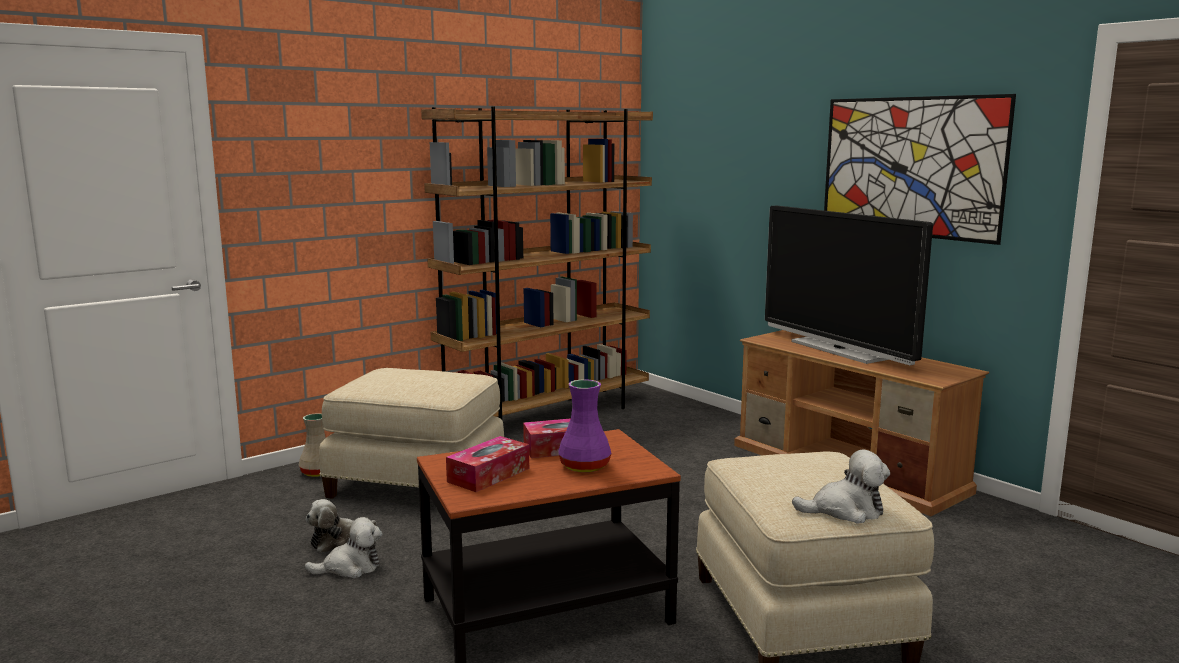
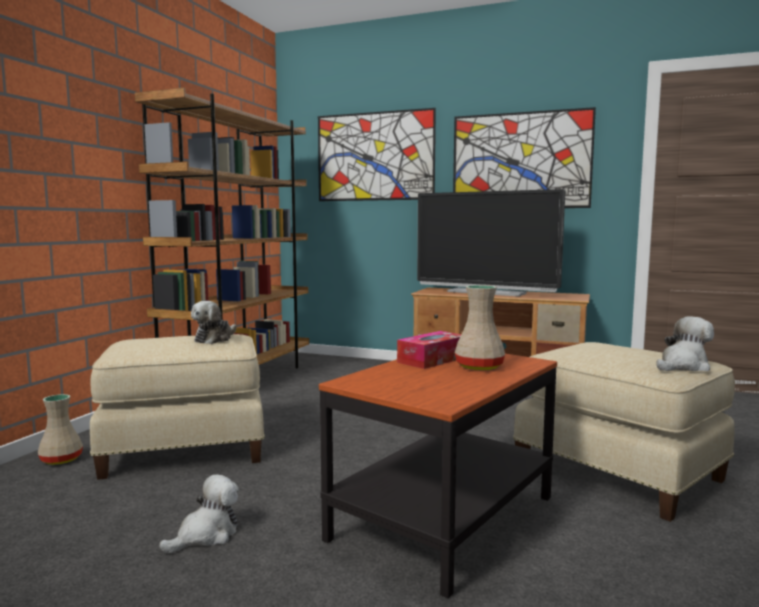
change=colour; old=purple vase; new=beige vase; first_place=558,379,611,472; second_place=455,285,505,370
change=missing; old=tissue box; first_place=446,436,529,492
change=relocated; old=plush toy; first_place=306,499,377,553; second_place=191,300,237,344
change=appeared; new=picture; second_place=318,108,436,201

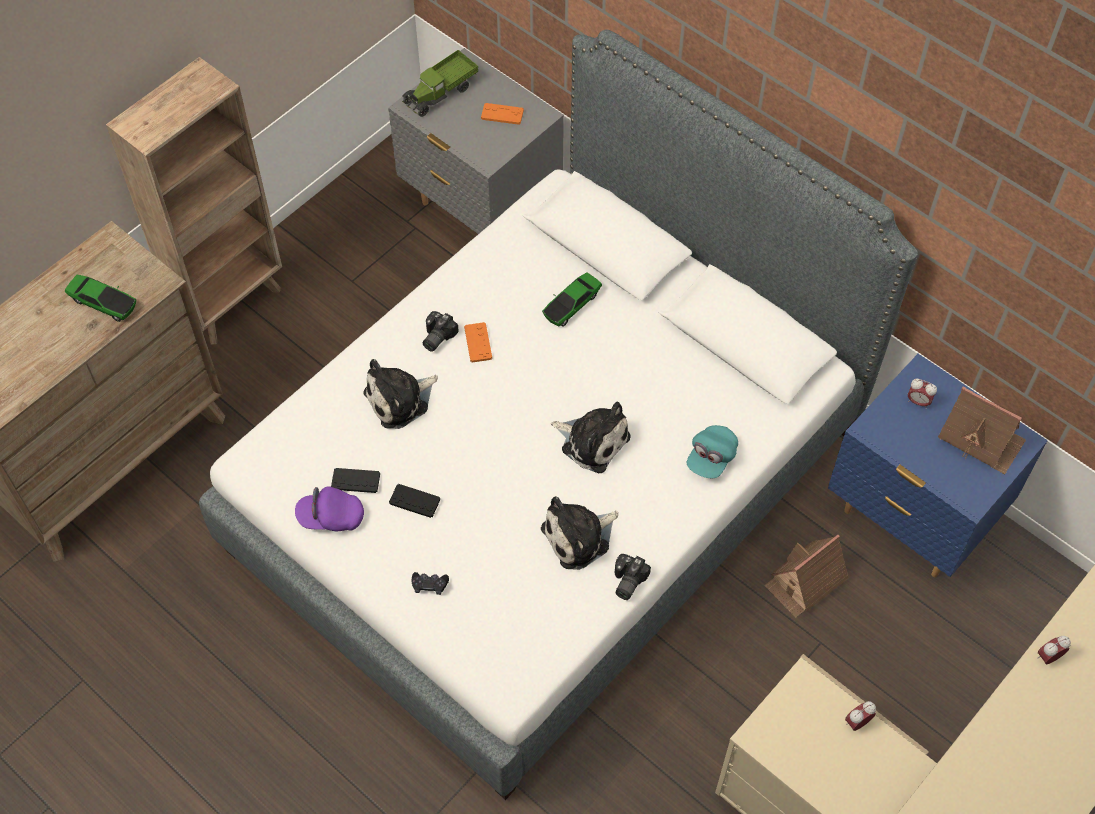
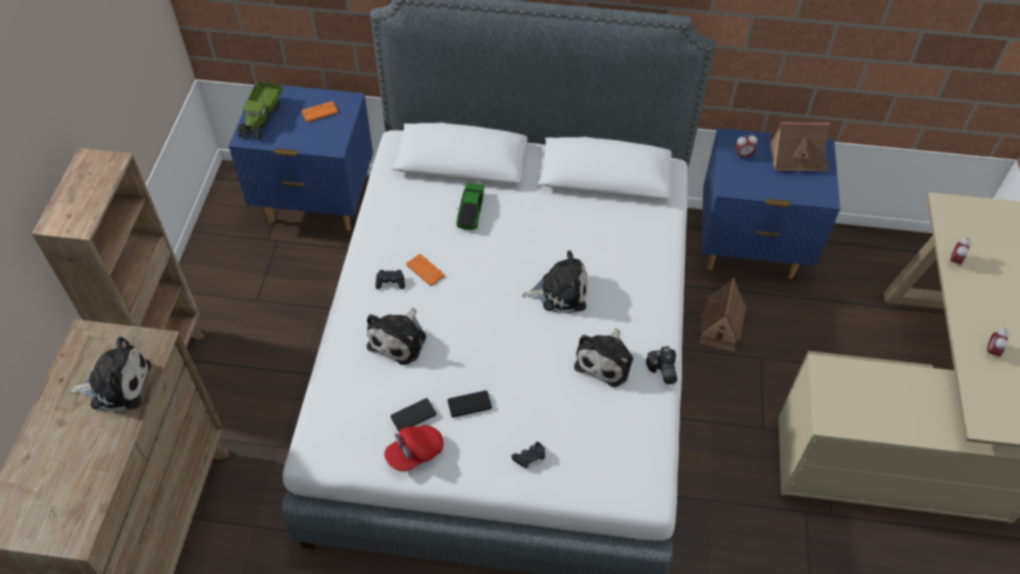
change=colour; old=grey nightstand; new=blue nightstand; first_place=388,48,564,234; second_place=228,83,373,231
change=exchanged; old=toy car; new=plush toy; first_place=65,274,136,322; second_place=69,337,151,412
change=exchanged; old=photo camera; new=black game controller; first_place=423,311,459,352; second_place=375,270,405,289
change=missing; old=turquoise cap; first_place=687,425,738,478
change=colour; old=purple cap; new=red cap; first_place=295,486,364,531; second_place=384,425,444,472
change=relocated; old=alarm clock; first_place=845,701,876,731; second_place=987,328,1009,357

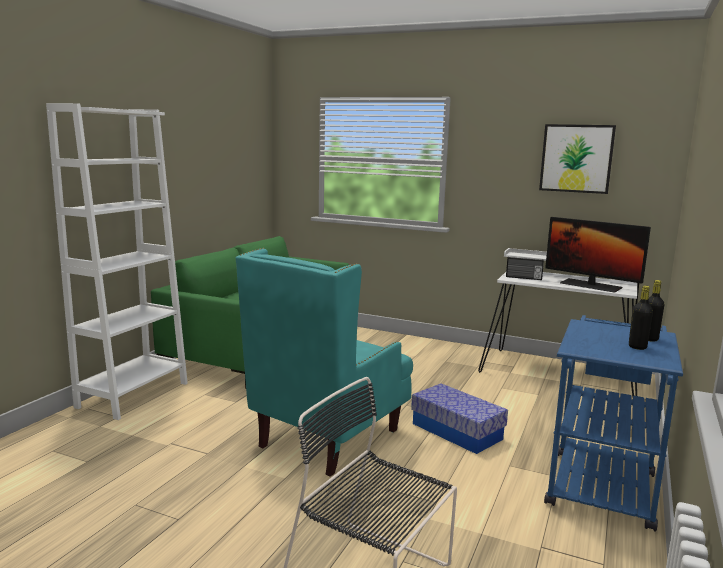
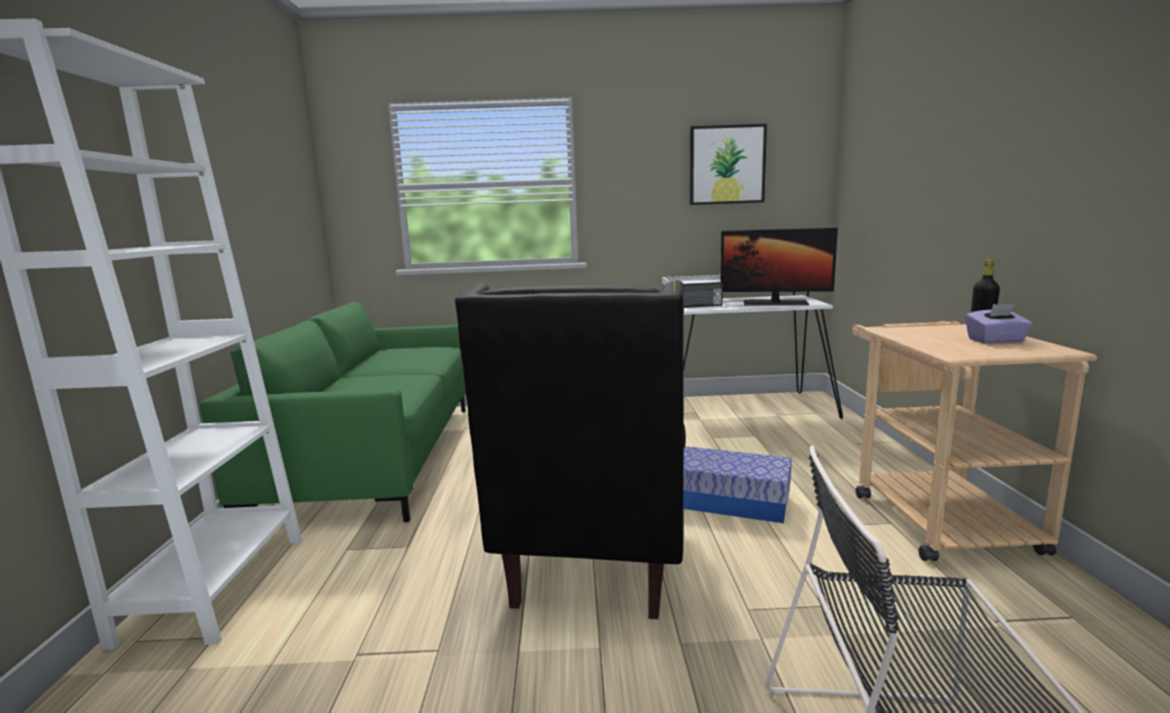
change=colour; old=turquoise armchair; new=black armchair; first_place=236,248,413,477; second_place=455,279,686,619
change=exchanged; old=black bottle; new=purple tissue box; first_place=629,285,653,350; second_place=965,304,1033,344
change=colour; old=blue cart; new=beige cart; first_place=544,315,683,532; second_place=852,321,1097,561

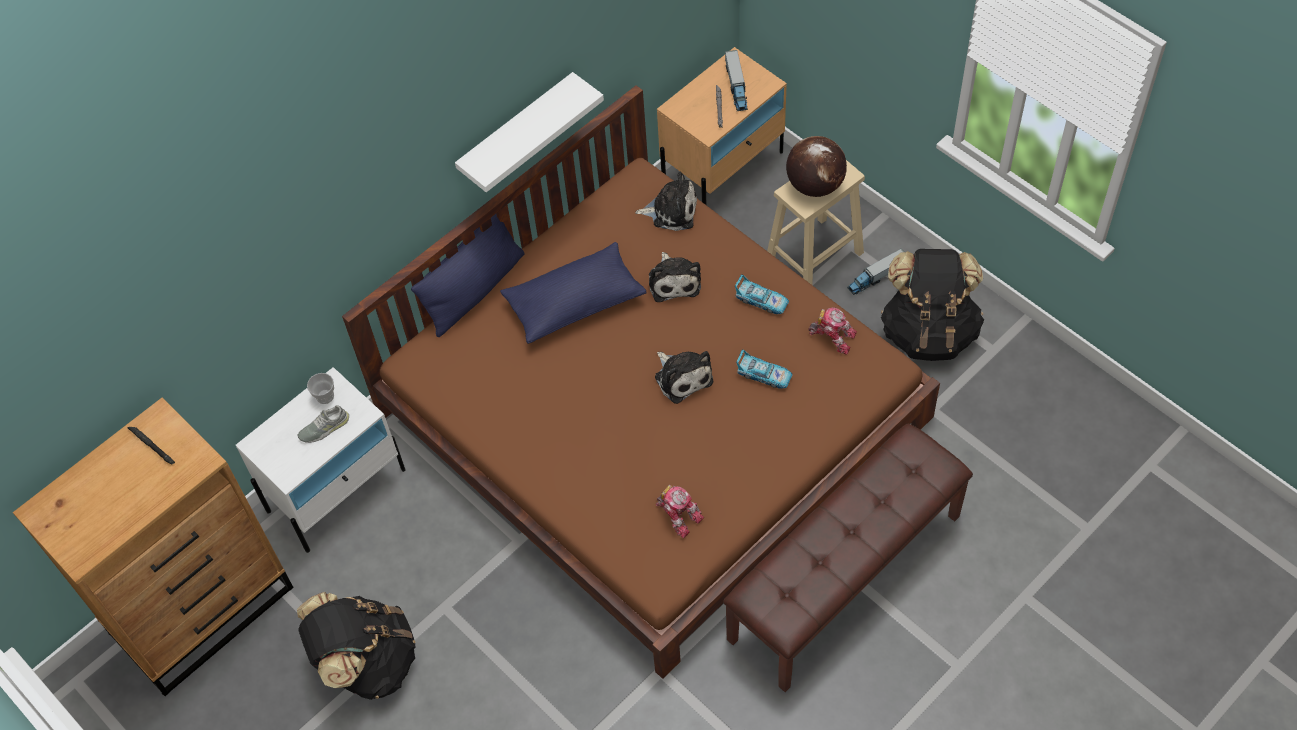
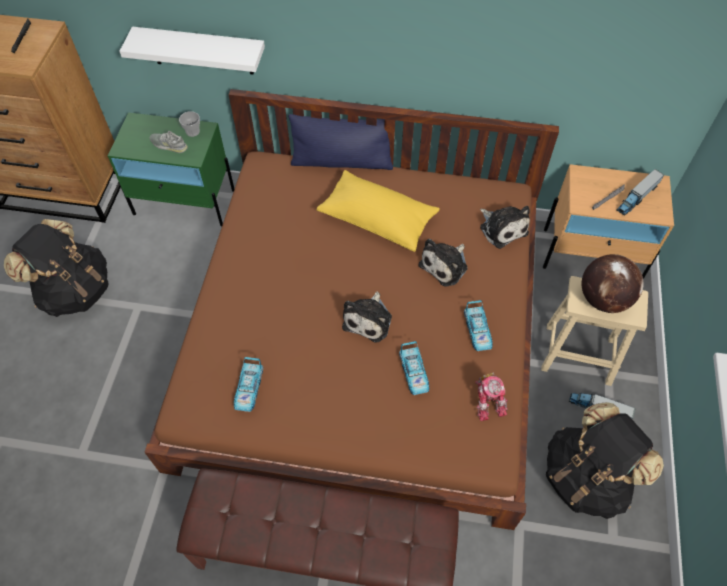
change=relocated; old=white shelf; first_place=455,72,604,192; second_place=119,27,265,74
change=colour; old=blue pillow; new=yellow pillow; first_place=500,242,647,344; second_place=316,170,440,252
change=colour; old=white nightstand; new=green nightstand; first_place=236,367,405,553; second_place=108,112,234,226
change=exchanged; old=toy robot; new=toy car; first_place=656,484,704,538; second_place=234,357,264,412

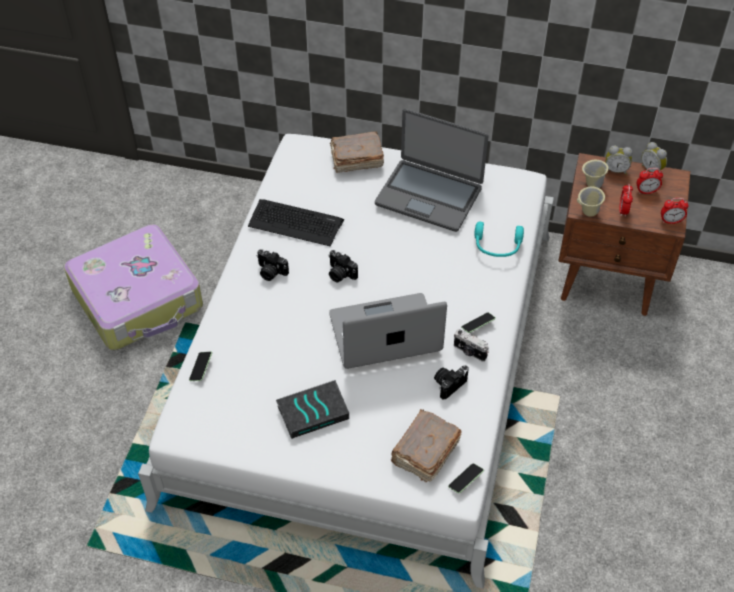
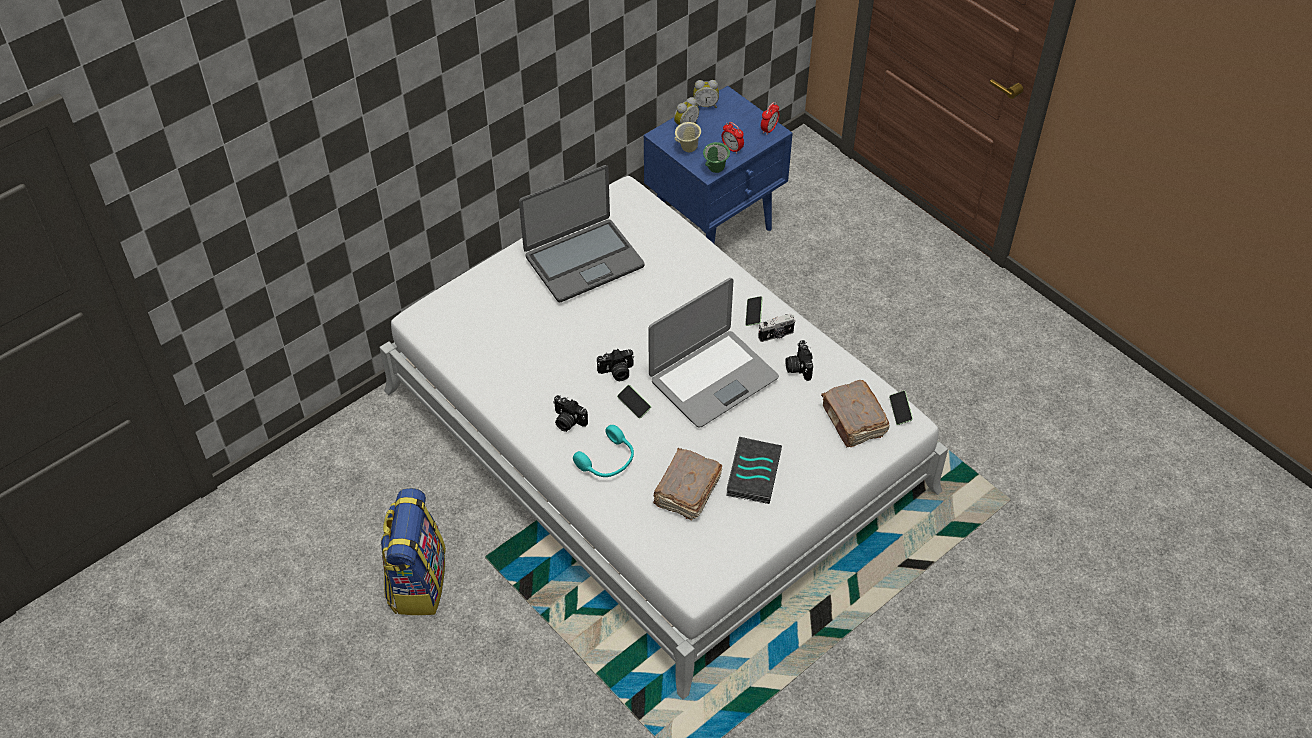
change=relocated; old=brown book; first_place=330,131,384,173; second_place=653,448,722,520
change=colour; old=brown nightstand; new=blue nightstand; first_place=558,153,690,316; second_place=644,86,793,244
change=missing; old=alarm clock; first_place=636,168,663,194
change=colour; old=beige mug; new=green mug; first_place=577,186,605,217; second_place=703,142,730,173
change=missing; old=keyboard; first_place=248,199,344,246
change=relocated; old=turquoise headphones; first_place=475,222,524,257; second_place=573,425,634,477
change=exchanged; old=suitcase; new=backpack; first_place=64,224,203,350; second_place=380,488,446,615
change=spun; old=photo camera; first_place=257,249,289,281; second_place=553,395,588,432; degrees=60
change=spun; old=laptop; first_place=329,293,447,369; second_place=648,278,779,428; degrees=-150
change=relocated; old=phone; first_place=189,352,212,381; second_place=617,385,651,419

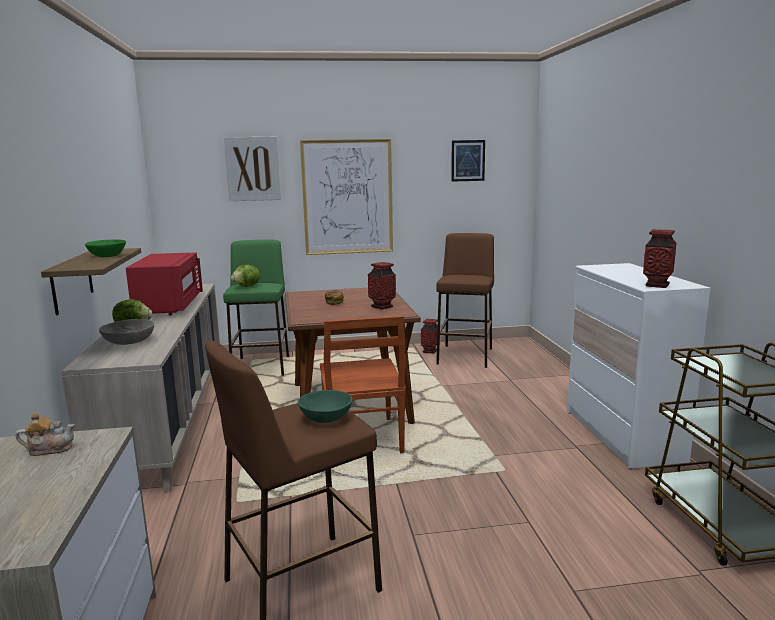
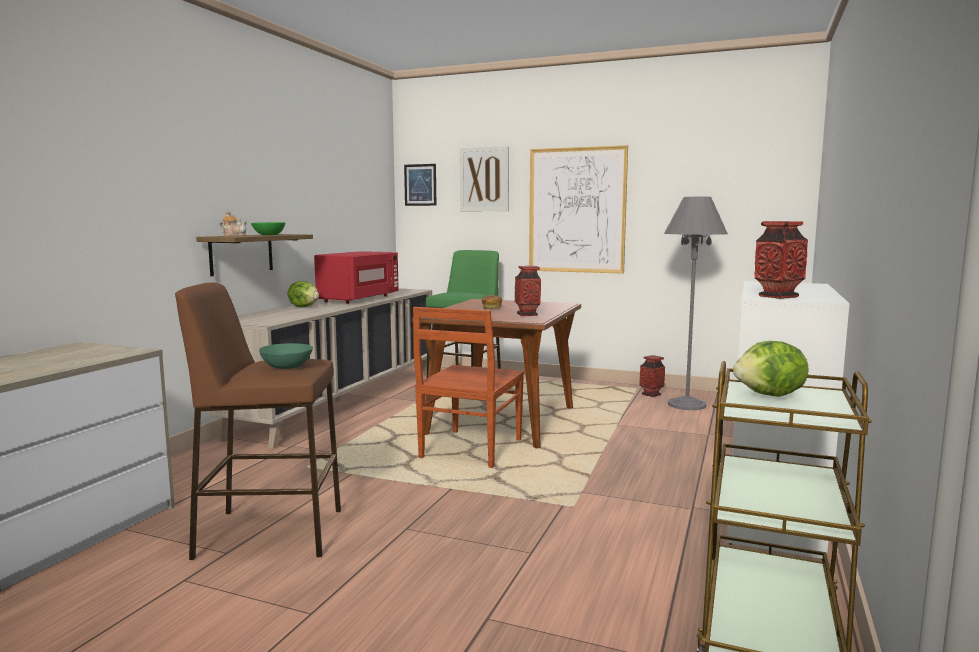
change=relocated; old=picture; first_place=451,140,485,182; second_place=404,164,436,206
change=exchanged; old=brown stool; new=grey floor lamp; first_place=436,233,494,368; second_place=664,197,728,410
change=relocated; old=lettuce; first_place=231,265,260,287; second_place=733,341,809,397
change=missing; old=grey bowl; first_place=99,319,154,345
change=relocated; old=teapot; first_place=15,412,75,456; second_place=219,211,247,236

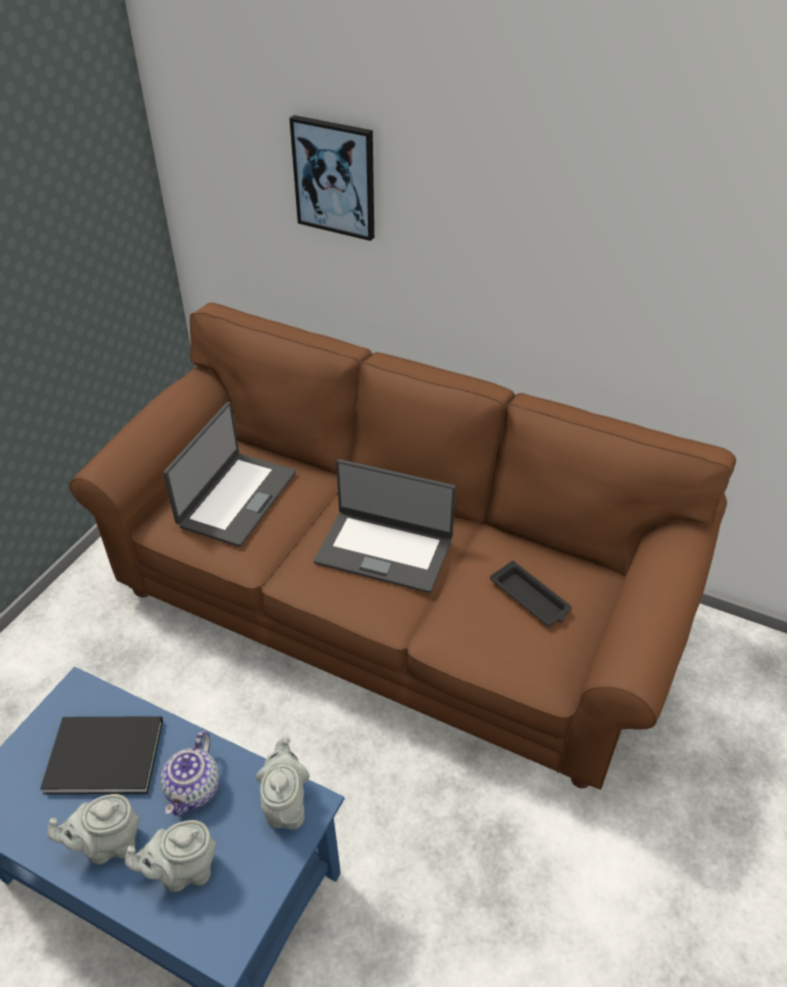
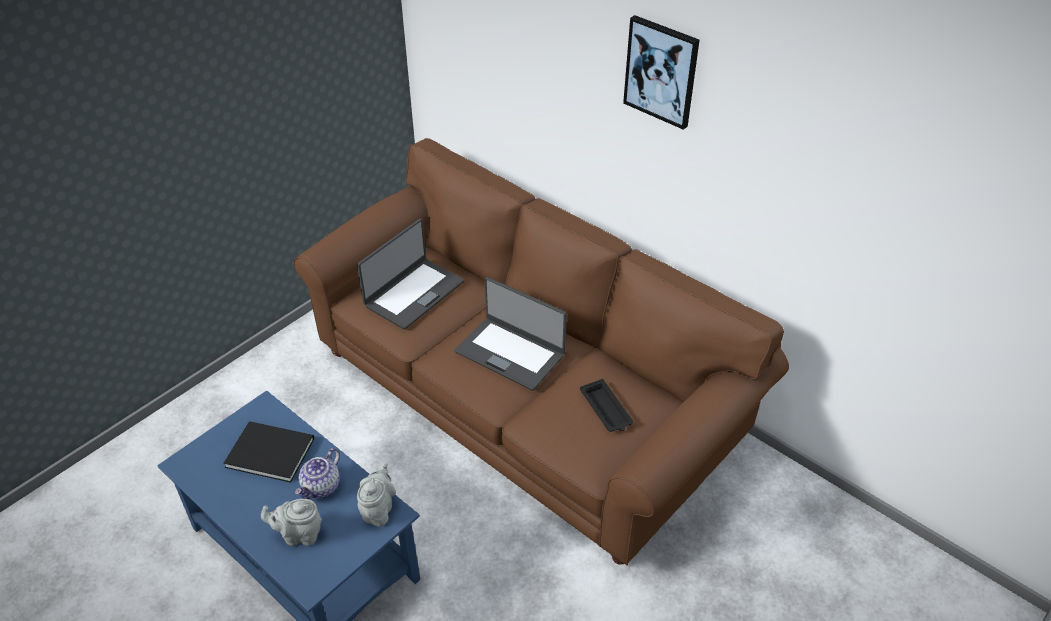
change=relocated; old=picture; first_place=289,115,374,241; second_place=623,15,700,130
change=missing; old=grey teapot; first_place=47,794,140,864

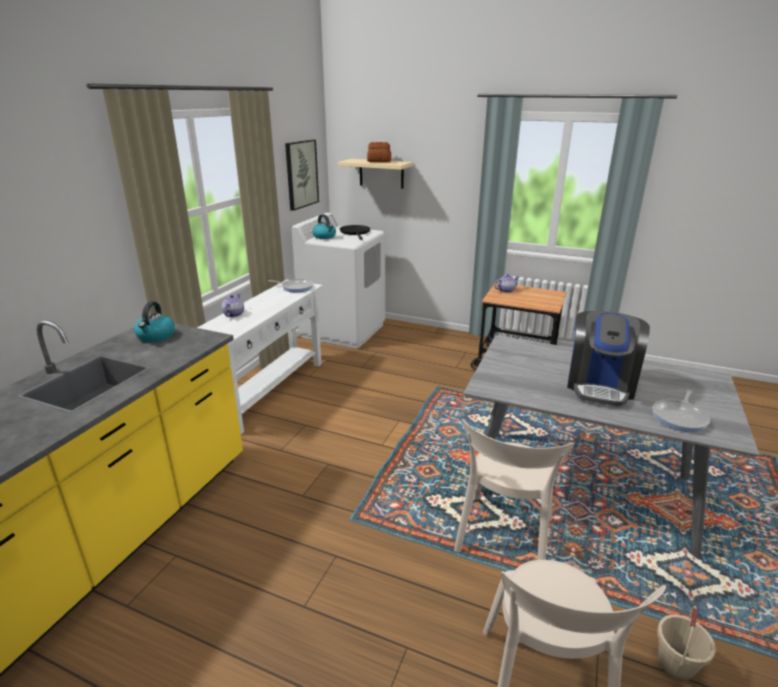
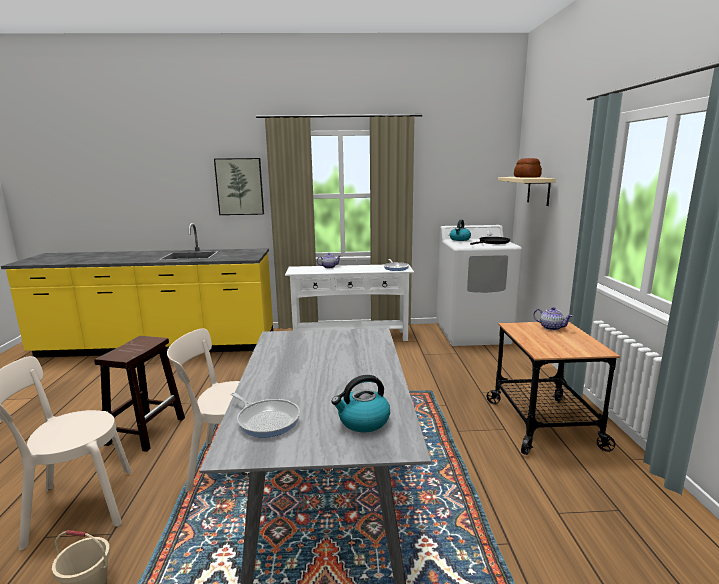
change=relocated; old=picture; first_place=285,140,319,211; second_place=214,158,264,215
change=relocated; old=kettle; first_place=134,301,175,342; second_place=331,375,390,432
change=missing; old=coffee machine; first_place=567,311,650,406
change=spun; old=frying pan; first_place=653,390,710,432; second_place=231,393,300,437; degrees=-150
change=appeared; new=brown stool; second_place=94,336,185,452

